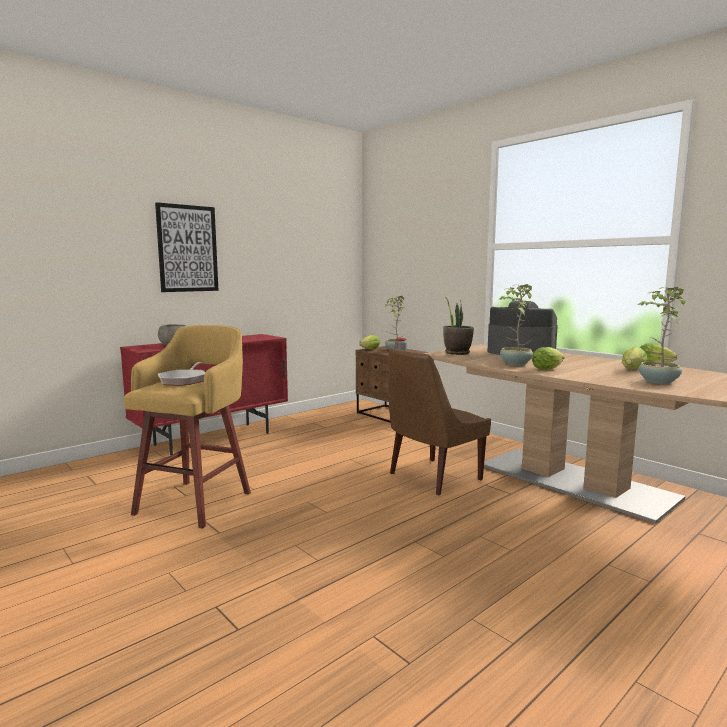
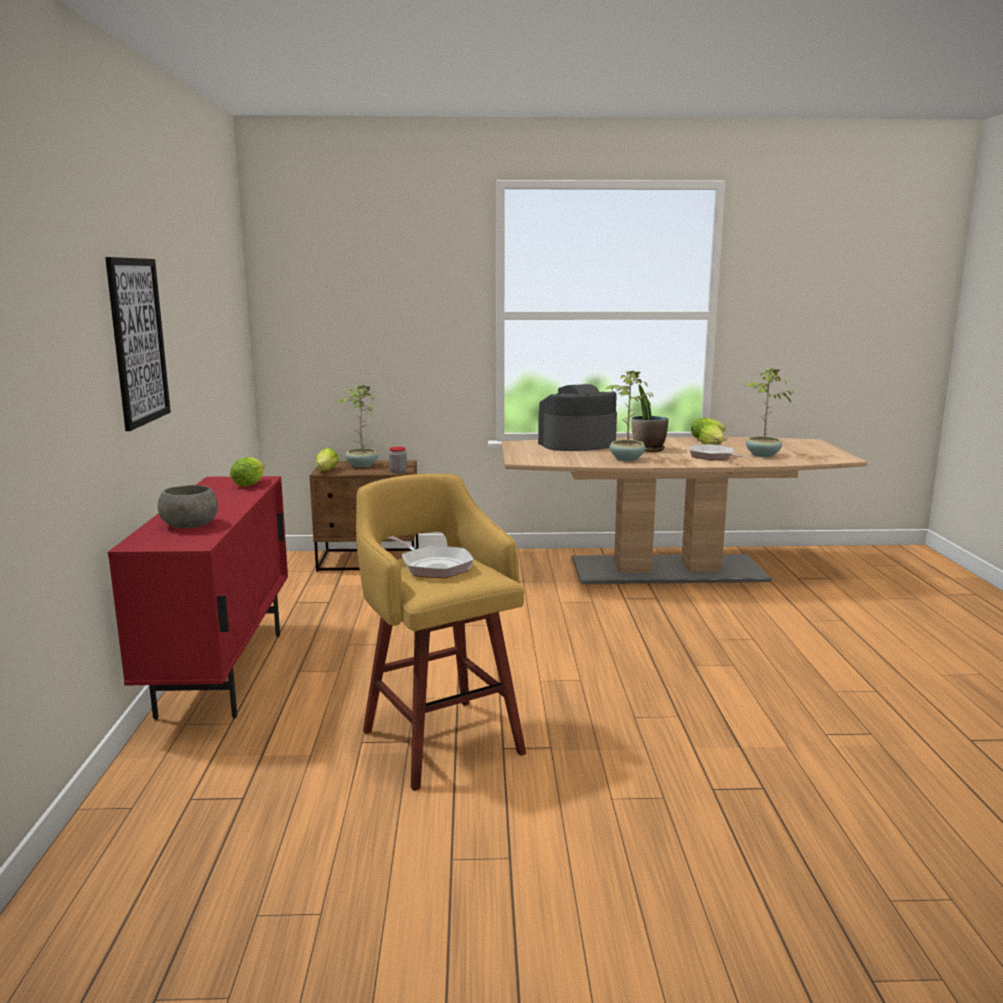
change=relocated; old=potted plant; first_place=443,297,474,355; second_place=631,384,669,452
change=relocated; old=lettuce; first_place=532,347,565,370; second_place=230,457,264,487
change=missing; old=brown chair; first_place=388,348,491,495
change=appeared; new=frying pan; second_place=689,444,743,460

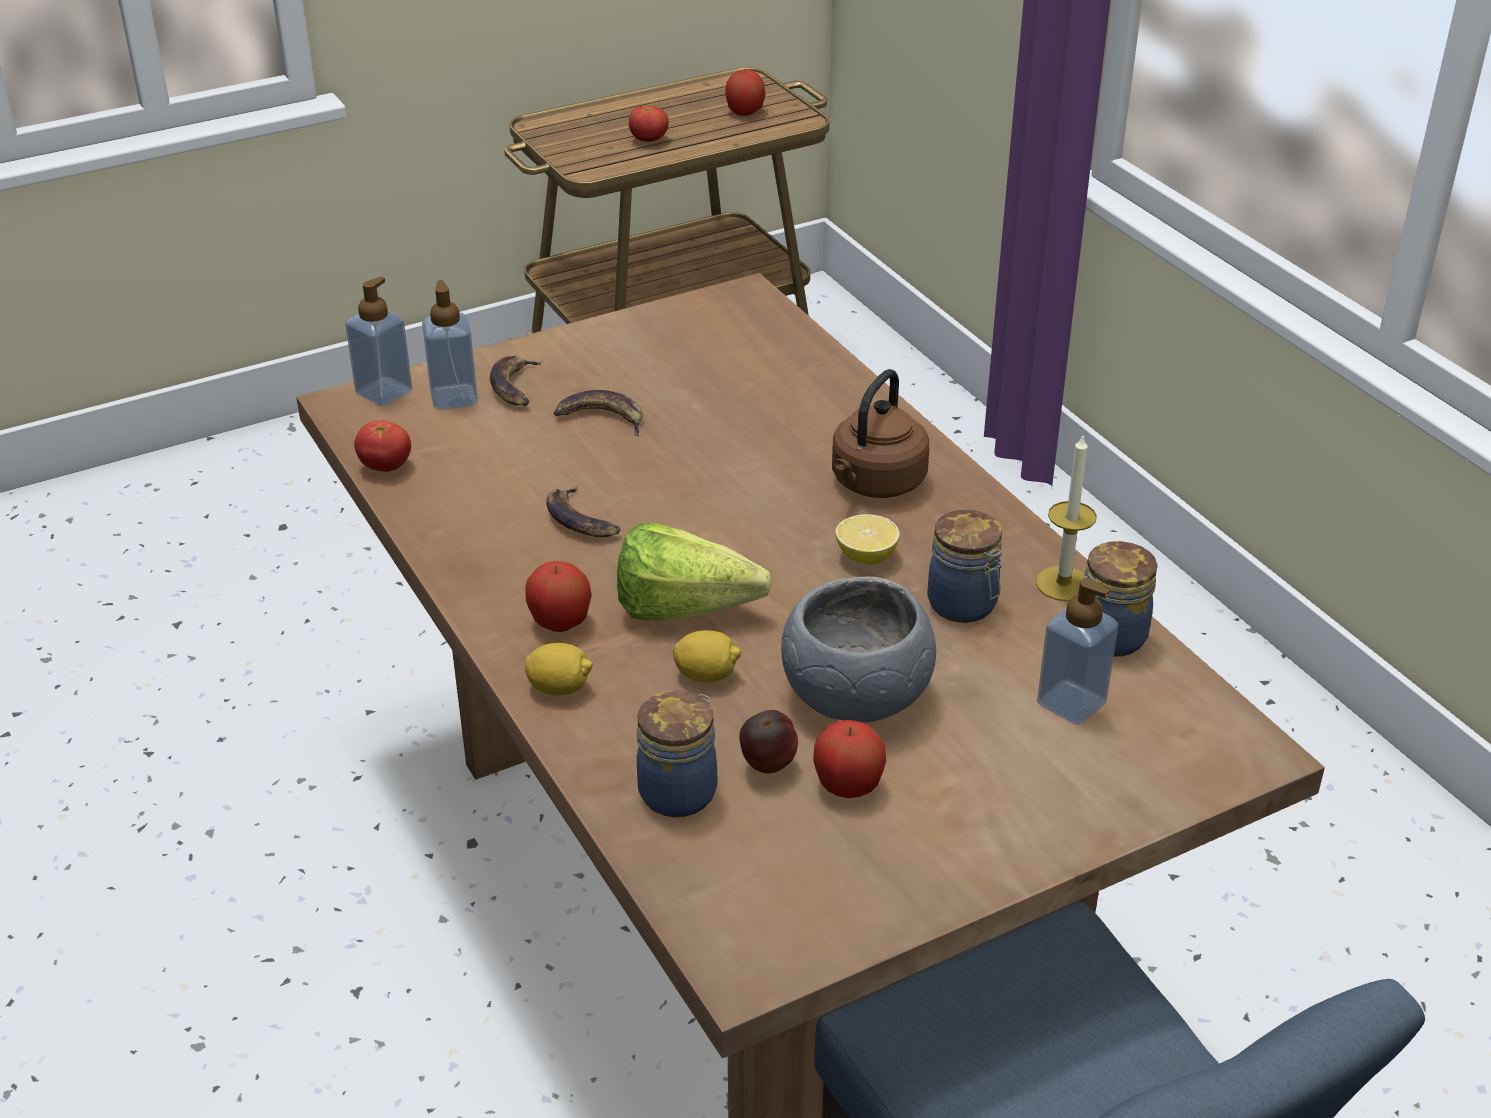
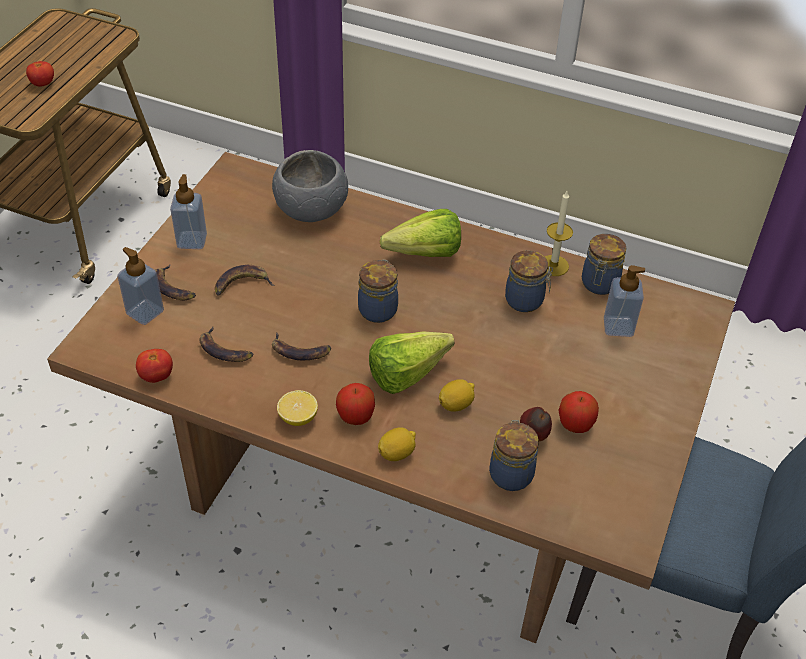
change=missing; old=apple; first_place=725,69,766,116
change=relocated; old=soap dispenser; first_place=345,277,412,406; second_place=170,174,207,249
change=exchanged; old=brown kettle; new=lettuce; first_place=832,369,929,498; second_place=380,209,461,257
change=relocated; old=lemon; first_place=836,514,900,565; second_place=277,390,318,426
change=relocated; old=grey bowl; first_place=781,577,936,722; second_place=272,150,348,222
change=appeared; new=jar; second_place=358,260,398,323
change=appeared; new=banana; second_place=199,326,253,362

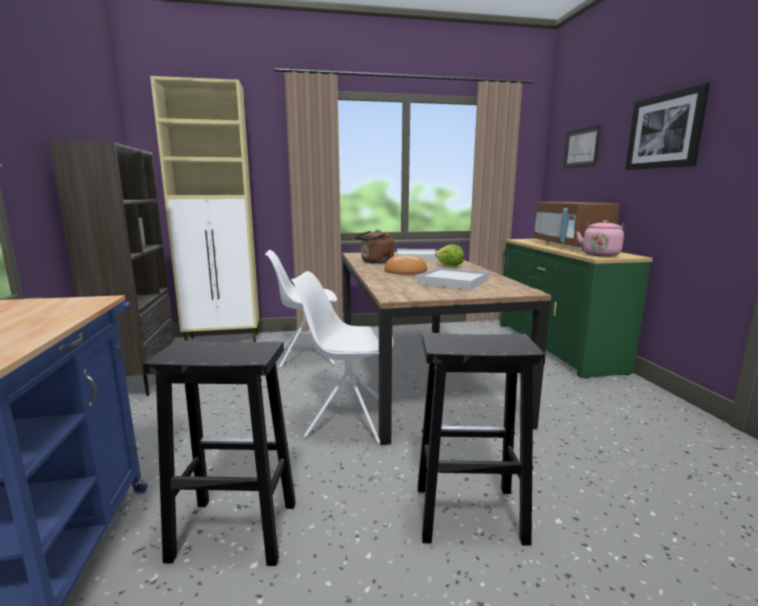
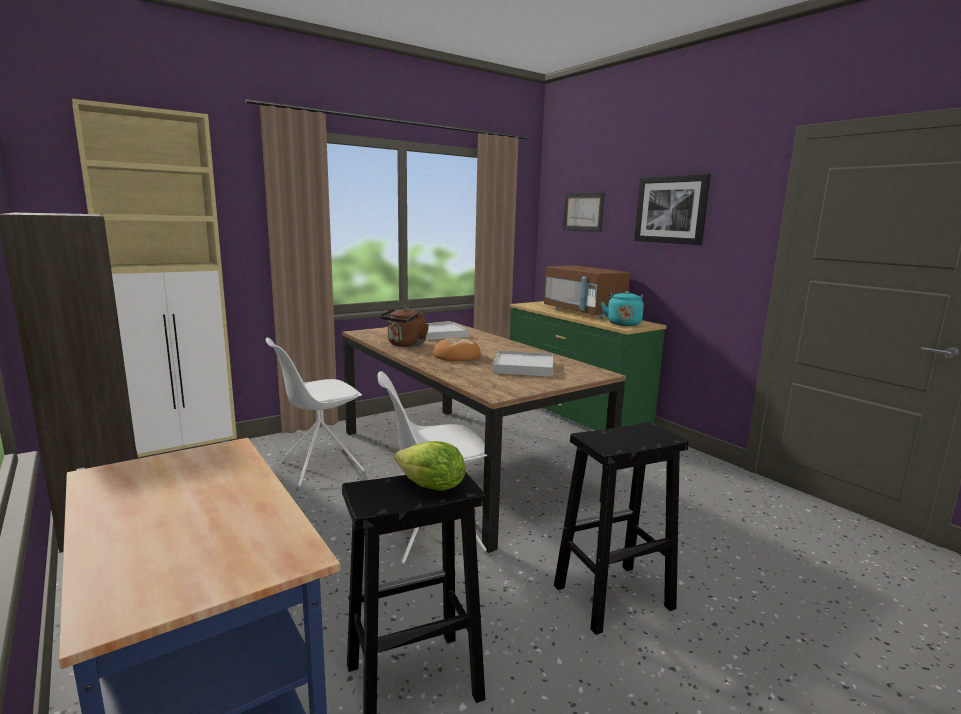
change=colour; old=pink kettle; new=turquoise kettle; first_place=576,220,626,256; second_place=601,291,644,326
change=relocated; old=lettuce; first_place=435,244,464,267; second_place=395,441,465,491

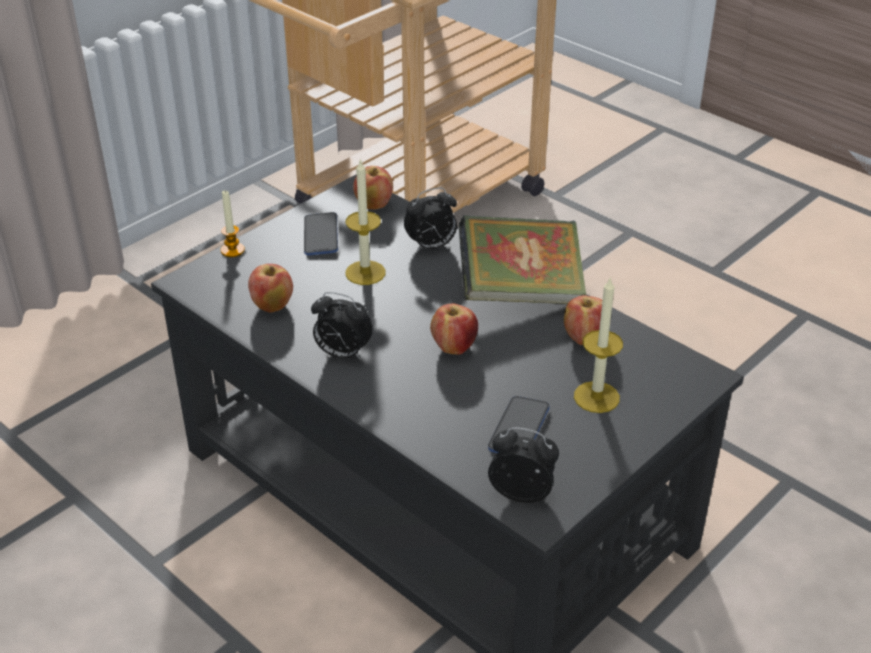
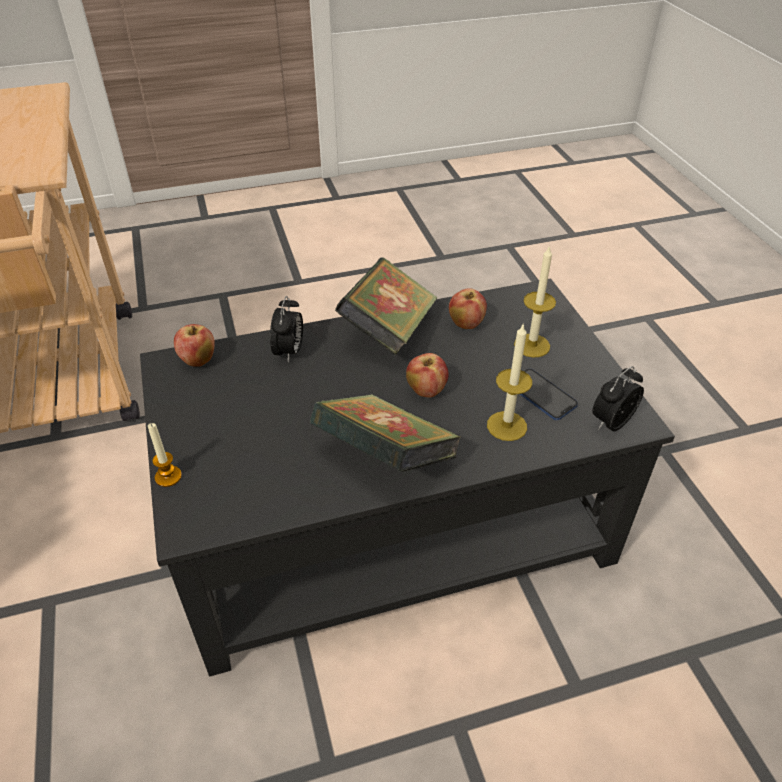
change=relocated; old=candle; first_place=345,158,386,285; second_place=487,325,532,441
change=missing; old=phone; first_place=304,212,338,256
change=missing; old=apple; first_place=248,264,293,313
change=exchanged; old=alarm clock; new=book; first_place=311,292,373,360; second_place=310,394,461,472

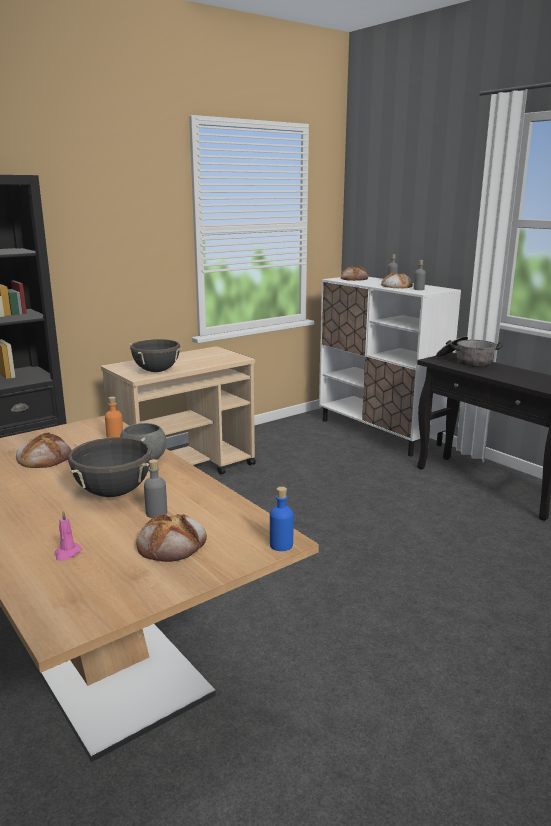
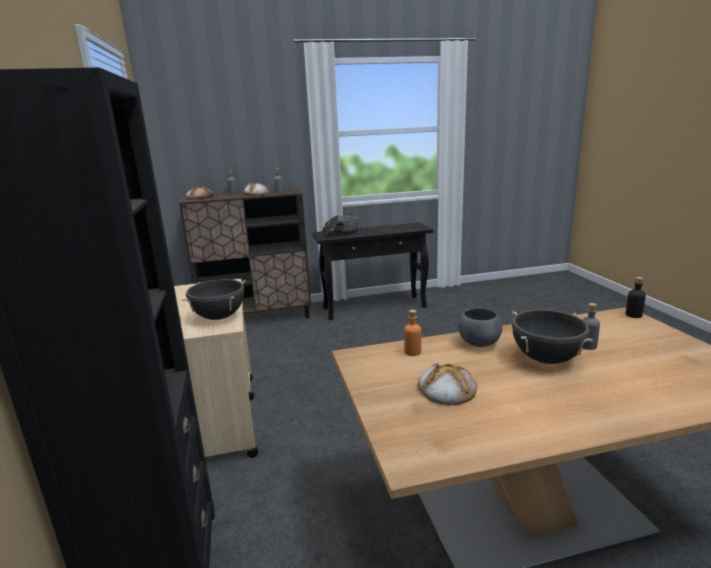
change=colour; old=white cabinet; new=brown cabinet; first_place=319,277,461,456; second_place=179,187,311,318
change=colour; old=blue bottle; new=black bottle; first_place=270,487,294,551; second_place=626,277,646,318
change=missing; old=pink candle; first_place=55,511,82,561
change=missing; old=bread; first_place=136,514,207,562

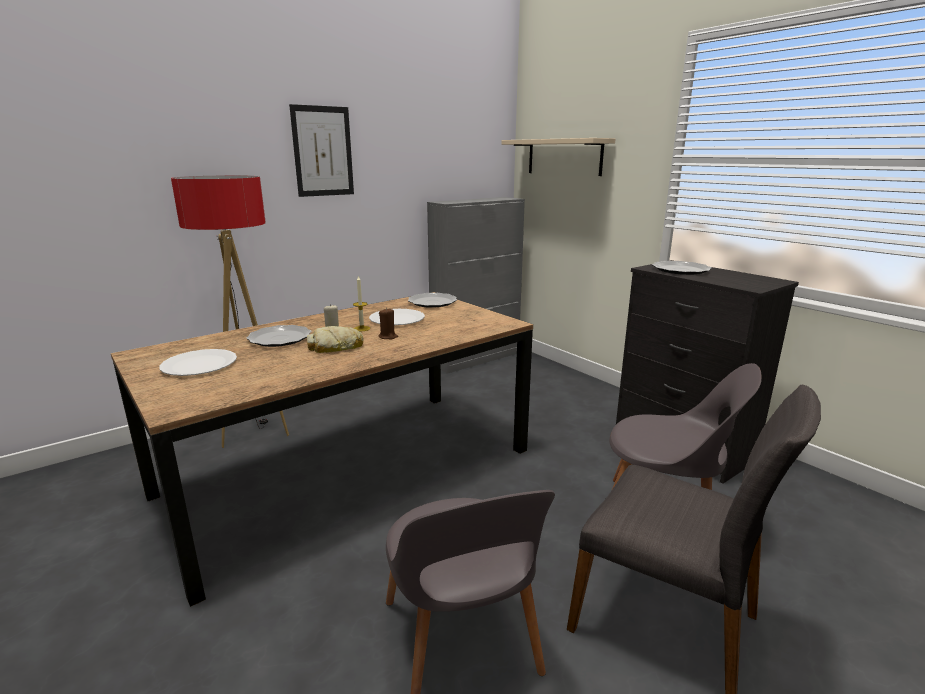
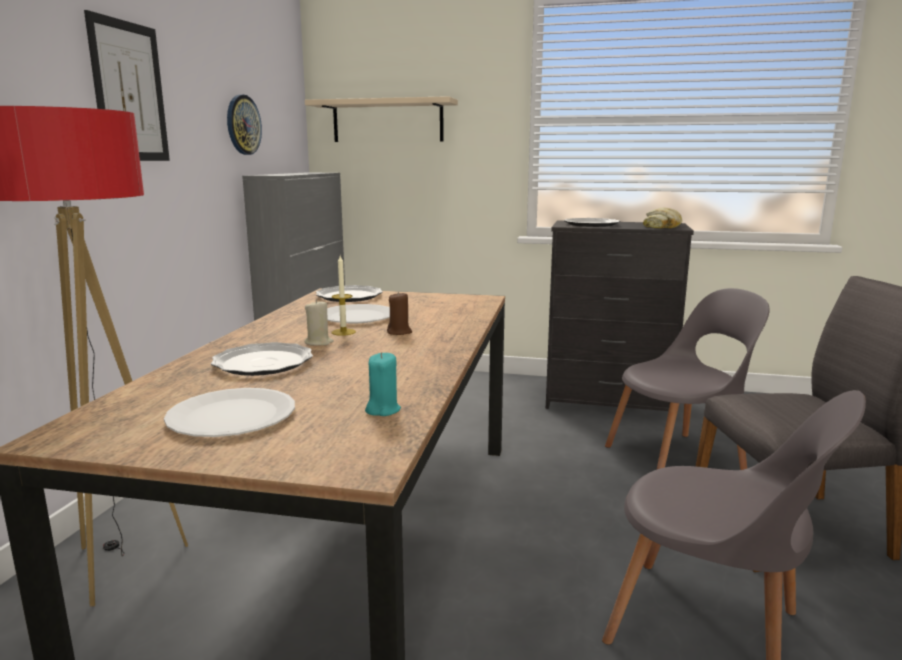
change=relocated; old=bread; first_place=307,326,363,353; second_place=643,207,682,228
change=appeared; new=wall clock; second_place=227,95,262,155
change=appeared; new=turquoise candle; second_place=365,352,401,416

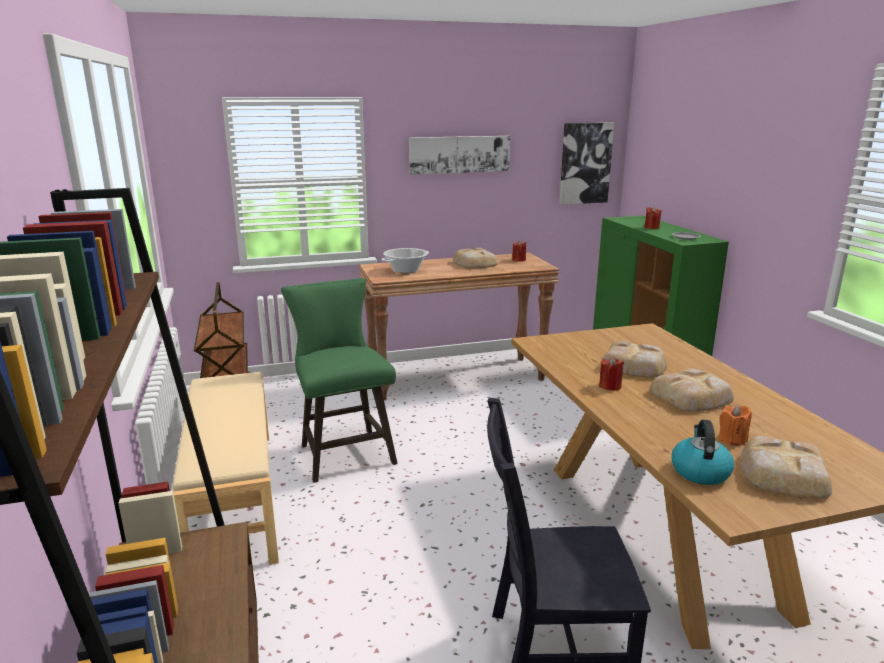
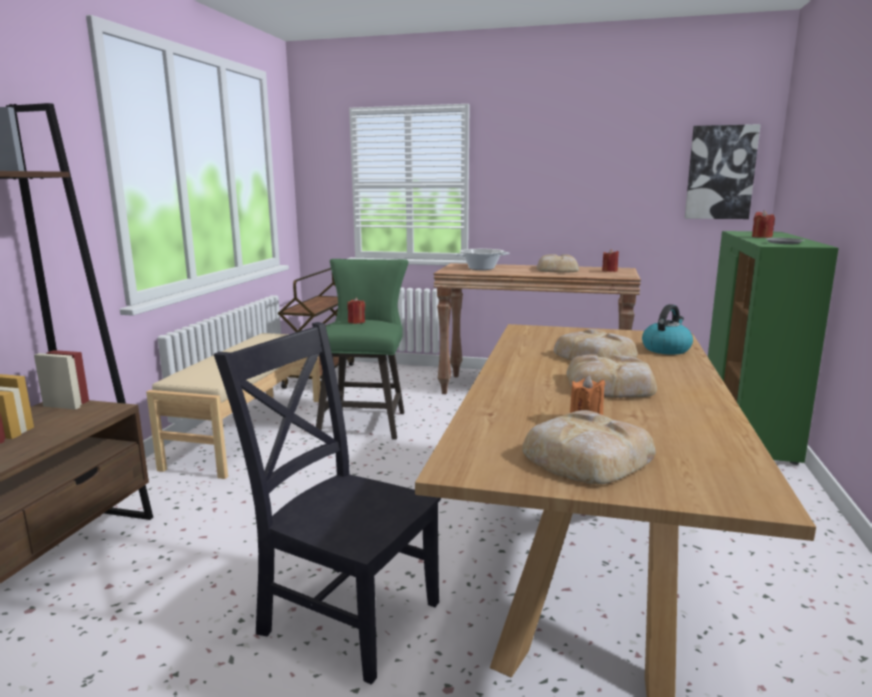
change=missing; old=picture; first_place=409,136,510,174
change=relocated; old=red candle; first_place=599,357,624,391; second_place=347,297,365,324
change=relocated; old=kettle; first_place=672,420,734,485; second_place=642,304,693,355

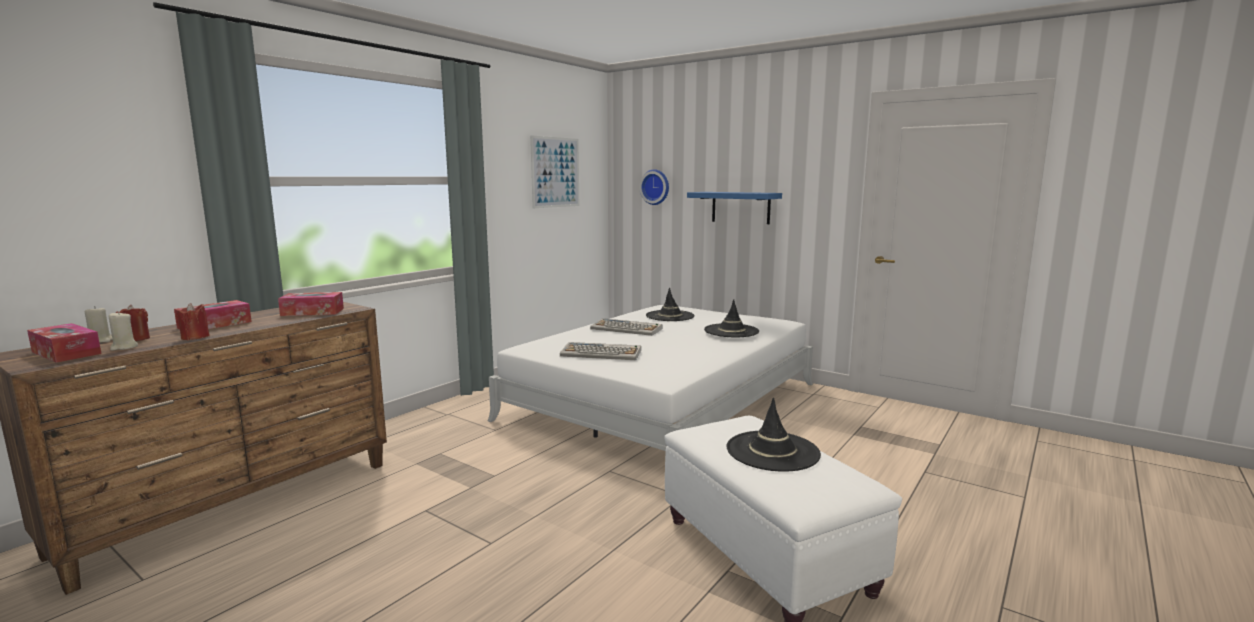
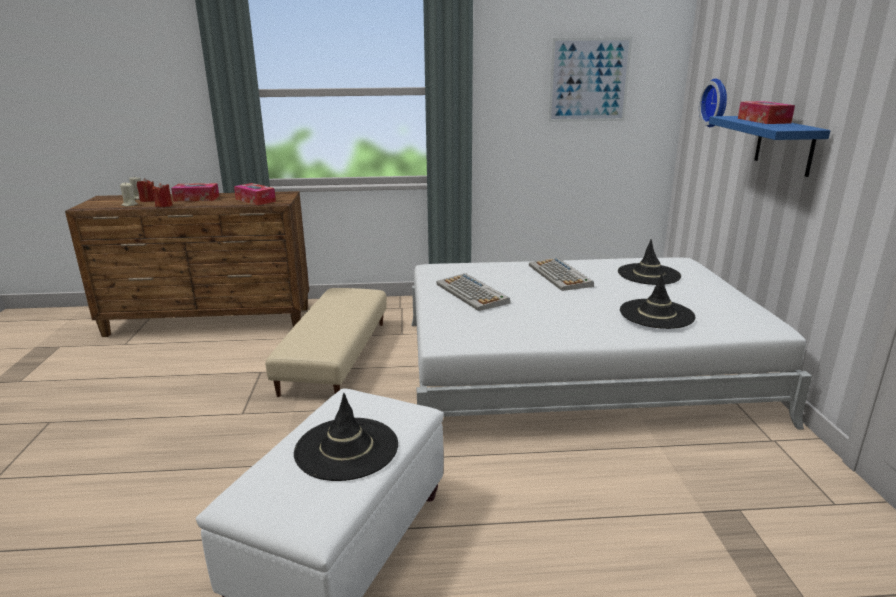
change=relocated; old=tissue box; first_place=27,323,101,363; second_place=738,101,795,124
change=appeared; new=beige ottoman; second_place=265,288,387,397

